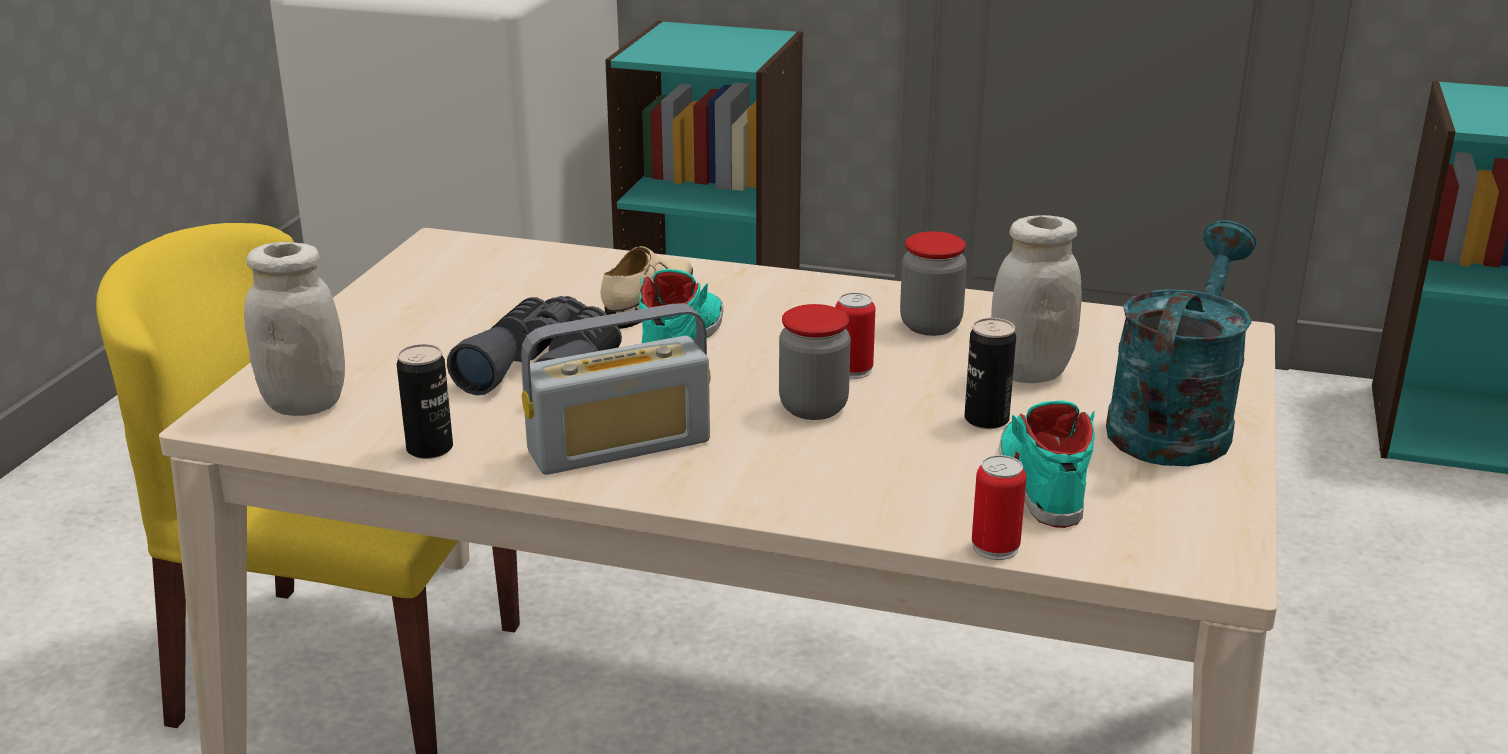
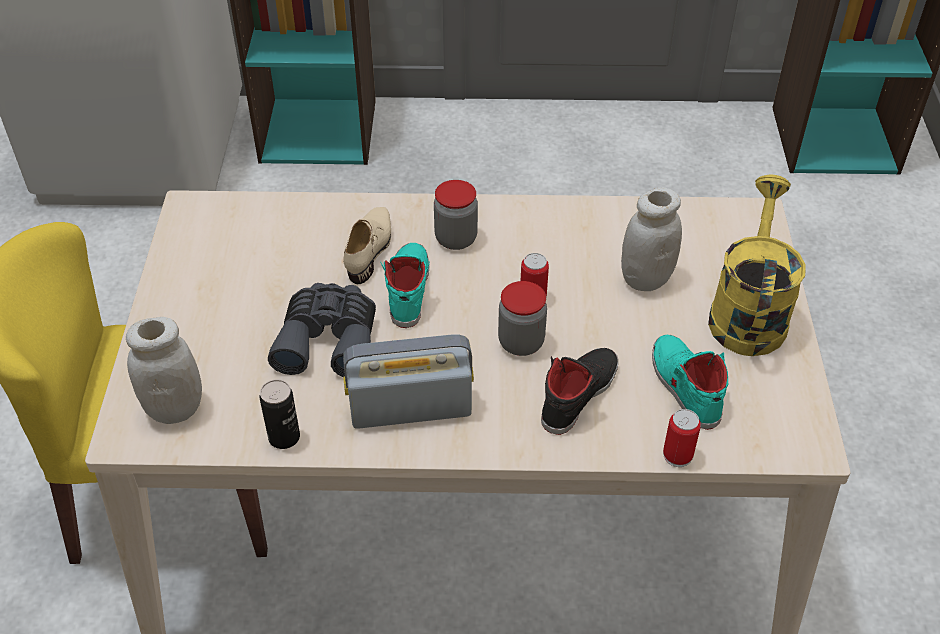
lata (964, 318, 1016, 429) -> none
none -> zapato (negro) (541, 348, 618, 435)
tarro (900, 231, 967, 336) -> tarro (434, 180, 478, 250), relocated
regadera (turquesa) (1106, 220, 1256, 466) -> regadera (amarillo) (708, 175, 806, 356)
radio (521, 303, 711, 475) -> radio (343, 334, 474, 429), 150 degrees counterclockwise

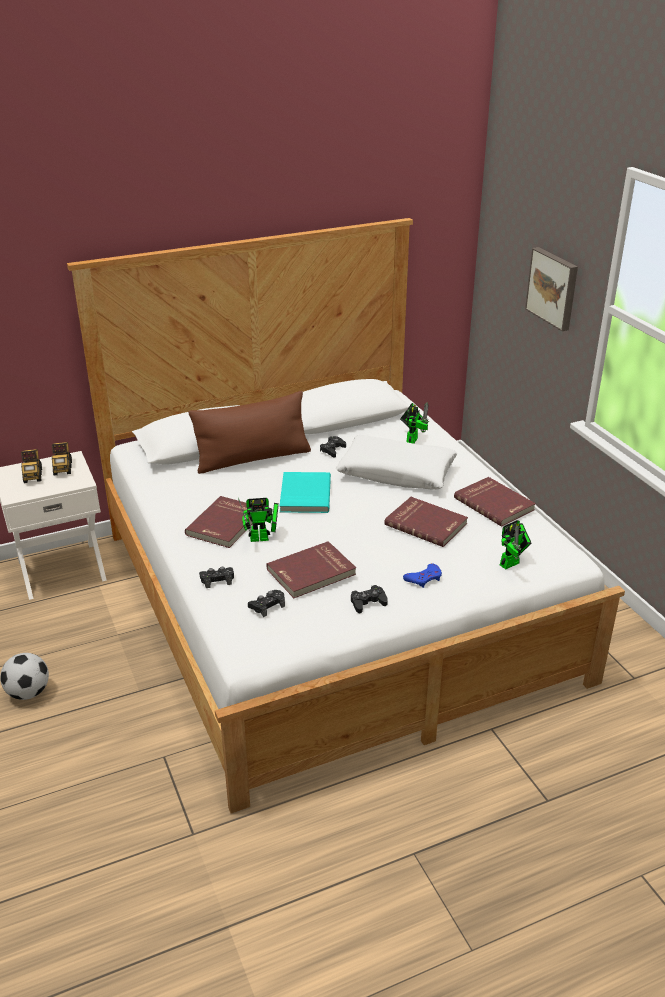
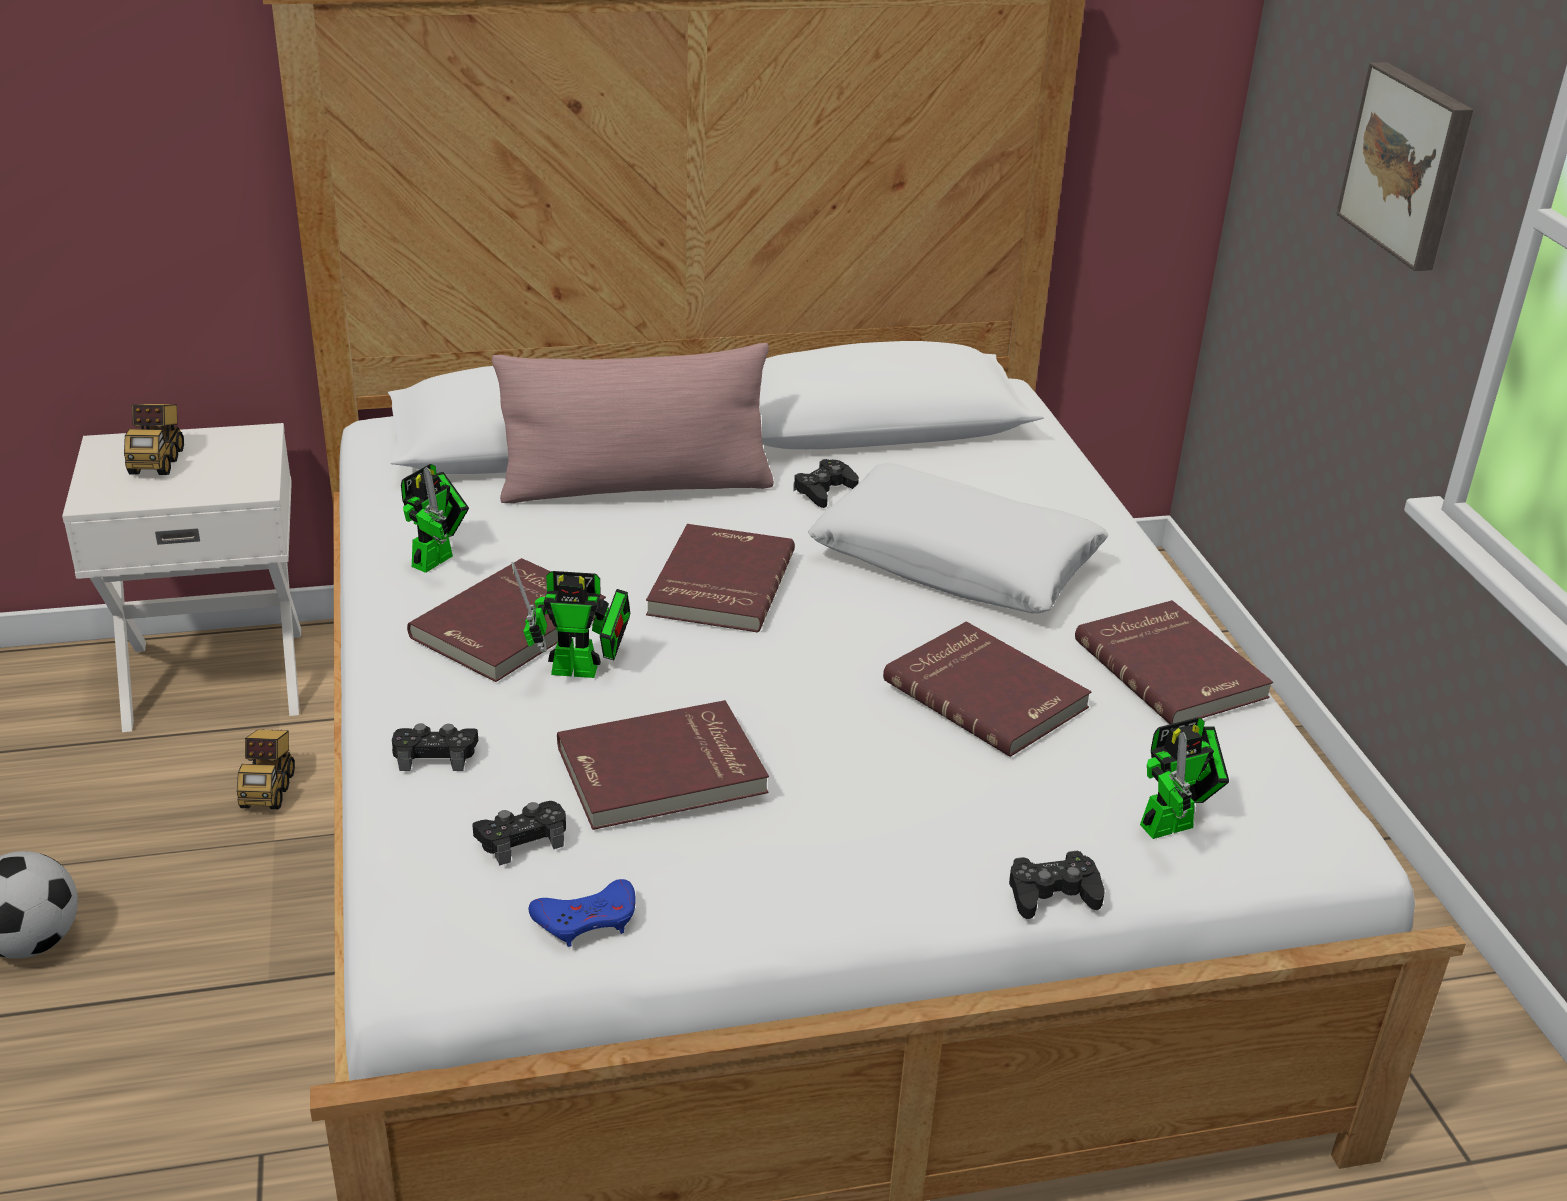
camión de juguete (52, 442, 72, 475) -> camión de juguete (237, 729, 295, 809), relocated
mando de consola (negro) (351, 585, 388, 614) -> mando de consola (negro) (1009, 851, 1104, 919), relocated
robot de juguete (400, 402, 429, 444) -> robot de juguete (401, 464, 469, 573), relocated
mando de consola (azul) (403, 563, 442, 588) -> mando de consola (azul) (529, 879, 636, 947), relocated
cojín (marrón) (188, 391, 311, 474) -> cojín (rosa) (492, 343, 774, 503)
libro (turquesa) (280, 472, 331, 513) -> libro (rojo) (646, 524, 795, 633)

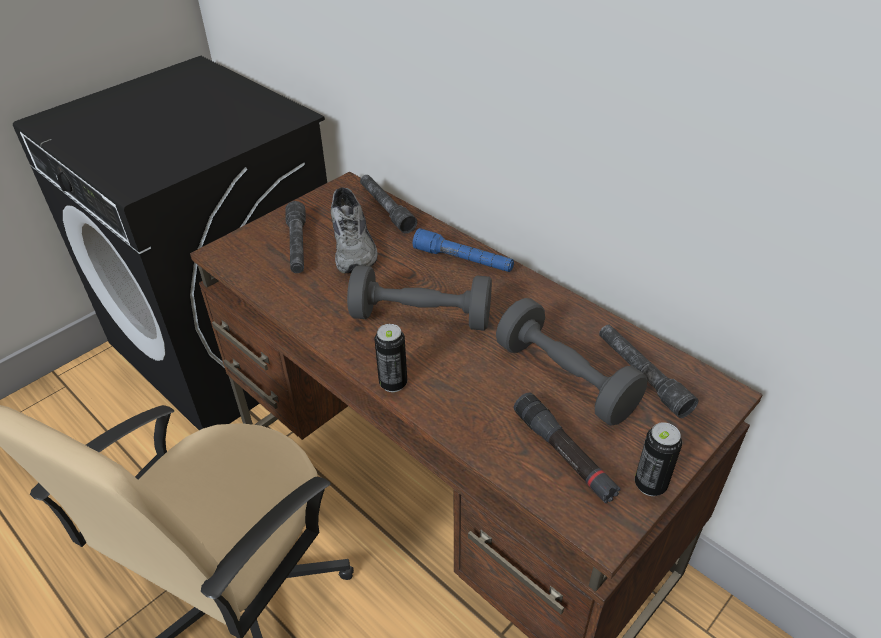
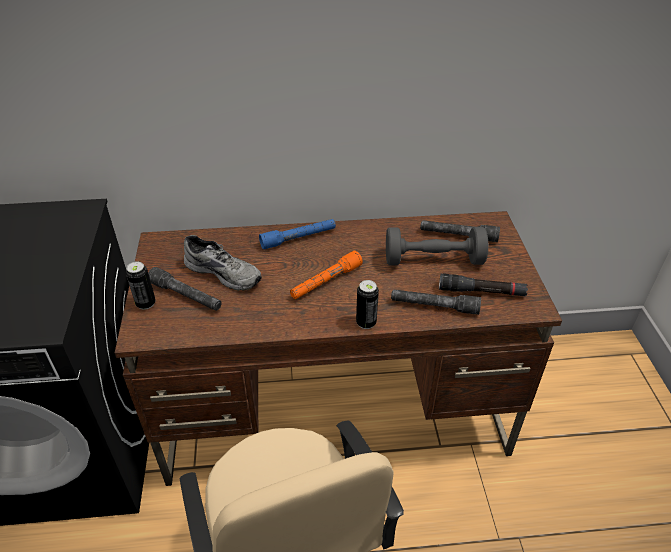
linterna (gris) (360, 175, 417, 234) -> linterna (gris) (391, 289, 481, 315), relocated
lata (635, 422, 682, 496) -> lata (126, 261, 156, 310), relocated
mancuerna (gris) (347, 265, 492, 331) -> linterna (naranja) (290, 251, 363, 299)

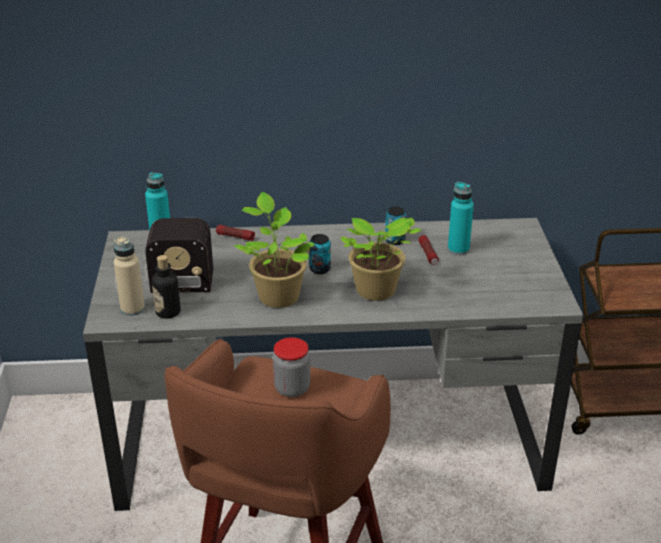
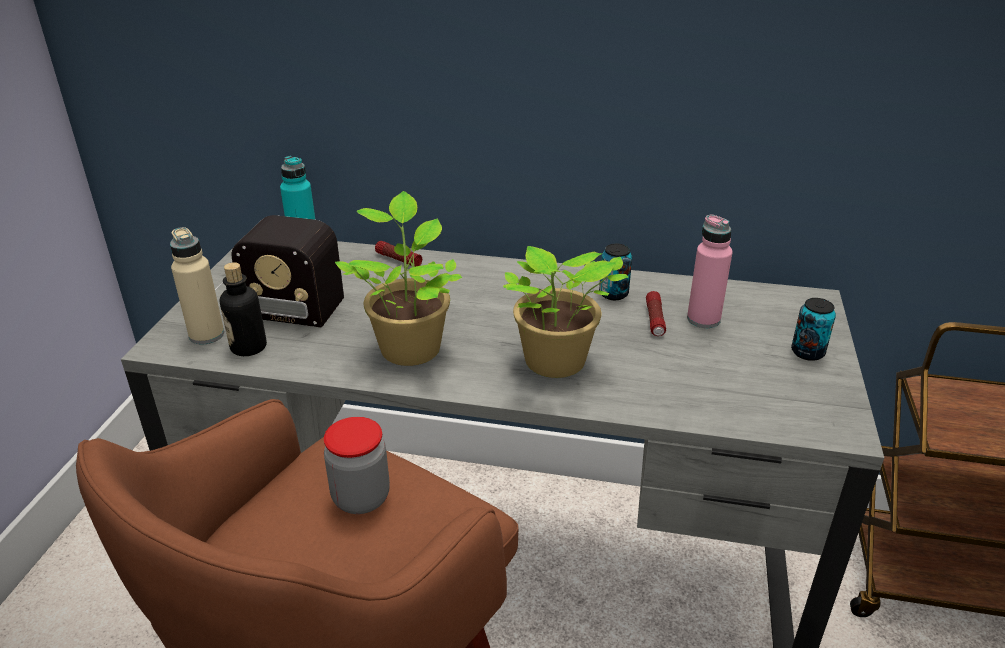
lata (309, 234, 331, 274) -> lata (791, 298, 836, 361), relocated
botella (turquesa) (448, 182, 474, 255) -> botella (rosa) (687, 214, 733, 328)

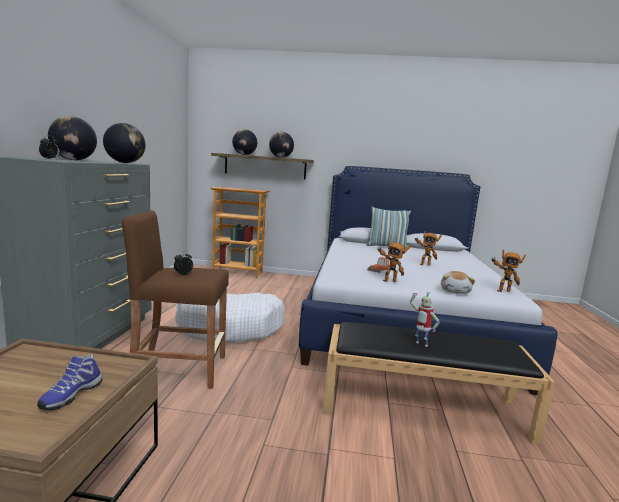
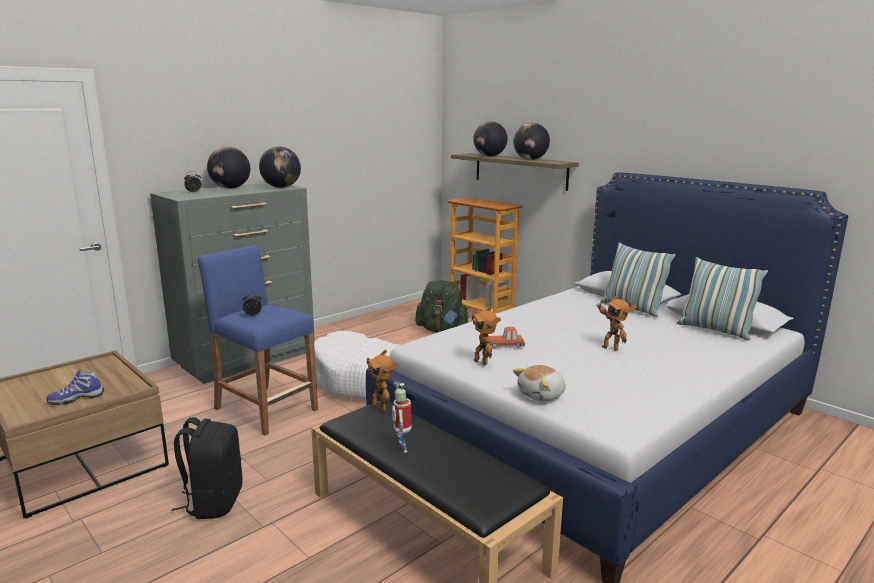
none -> mochila (negro) (172, 417, 243, 519)
none -> mochila (verde) (416, 280, 469, 333)
none -> cojín (677, 257, 768, 340)
robot de juguete (491, 250, 526, 292) -> robot de juguete (366, 350, 397, 411), relocated
taburete (marrón) (122, 210, 229, 389) -> taburete (azul) (197, 245, 318, 436)

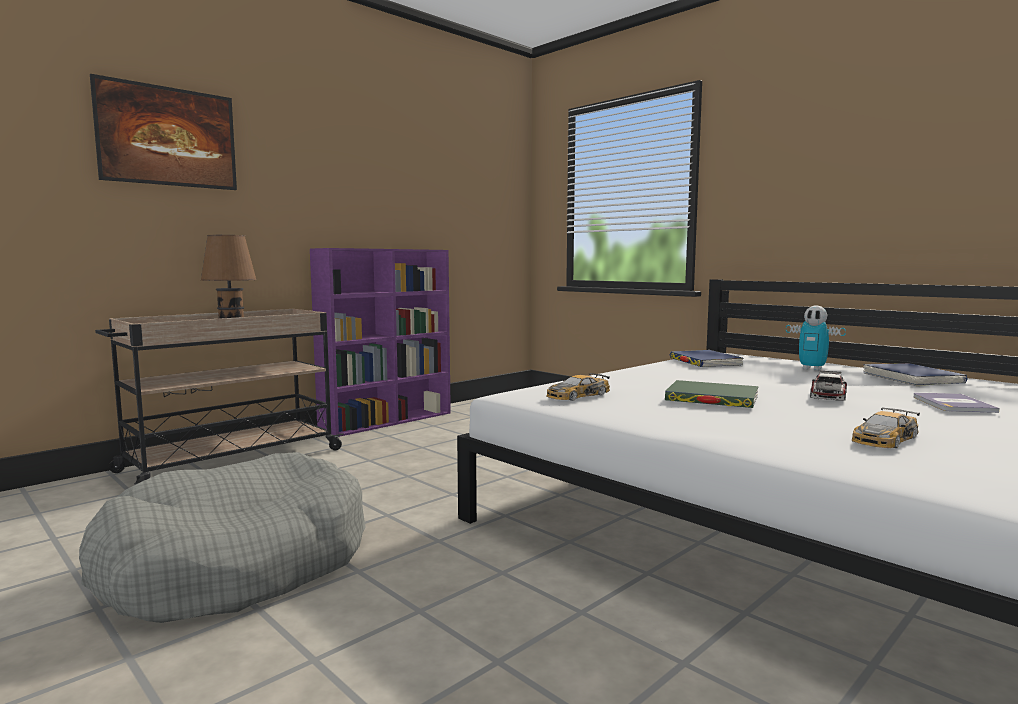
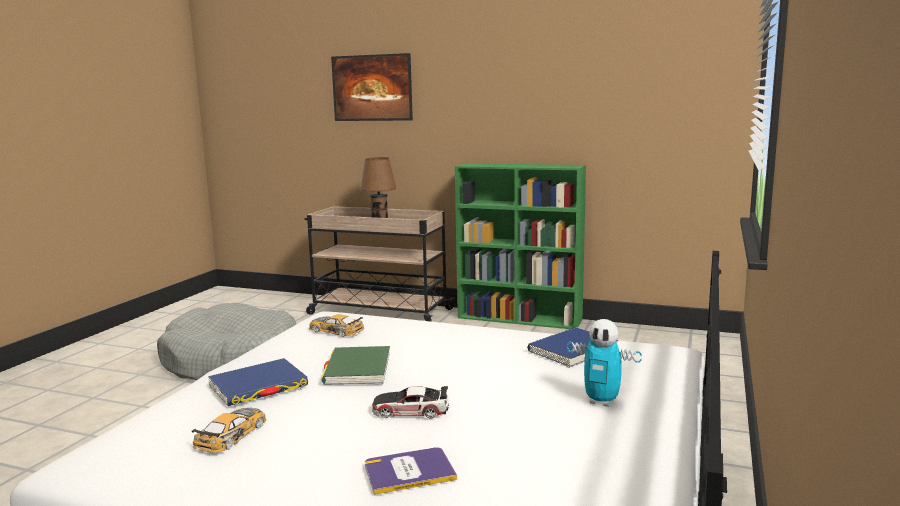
libro (azul) (863, 363, 968, 386) -> libro (azul) (208, 358, 308, 406), relocated
estantería (morado) (310, 248, 451, 437) -> estantería (verde) (455, 163, 586, 329)
robot de juguete (786, 305, 846, 371) -> robot de juguete (567, 319, 642, 407), 75 degrees counterclockwise
coche de juguete (852, 407, 920, 448) -> coche de juguete (192, 408, 266, 453), 90 degrees clockwise

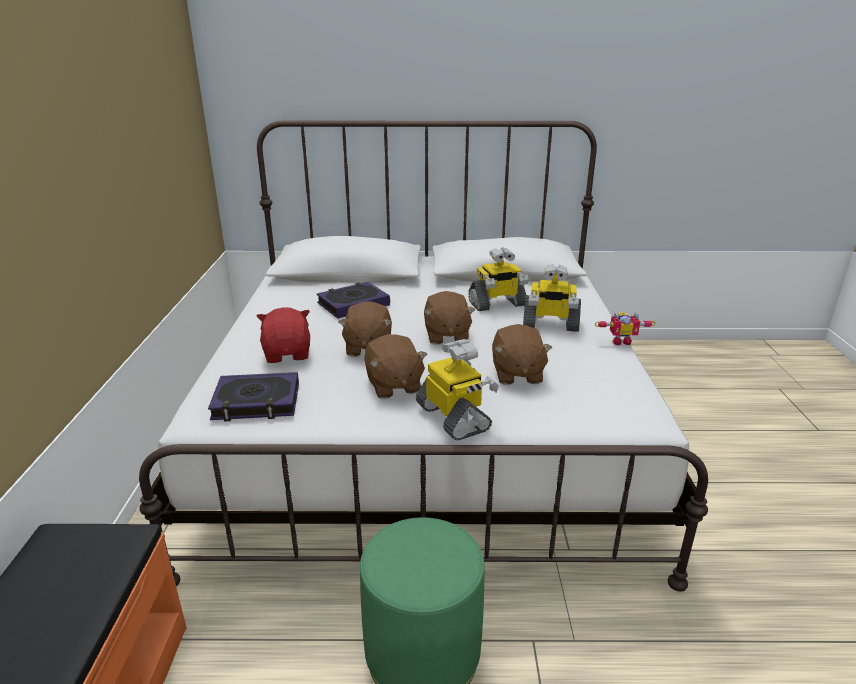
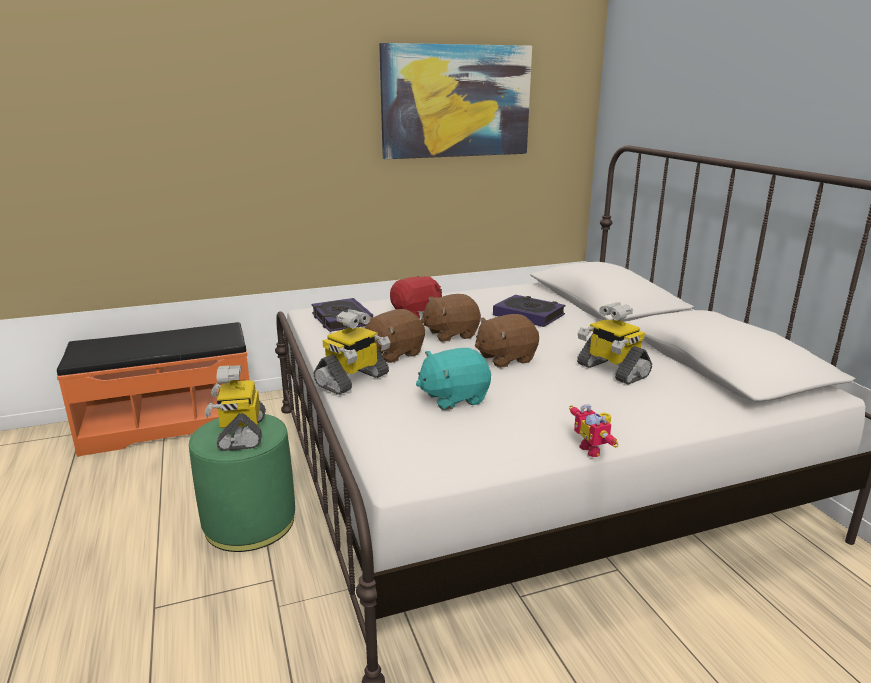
none -> cuadro (379, 43, 532, 159)
robot de juguete (523, 264, 581, 332) -> robot de juguete (204, 365, 266, 451), relocated
peluche (marrón) (492, 324, 552, 385) -> peluche (turquesa) (416, 348, 491, 410)

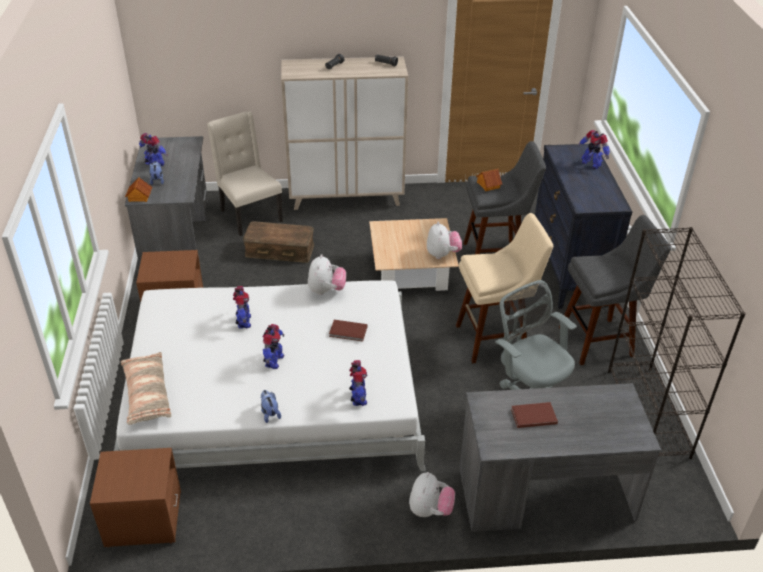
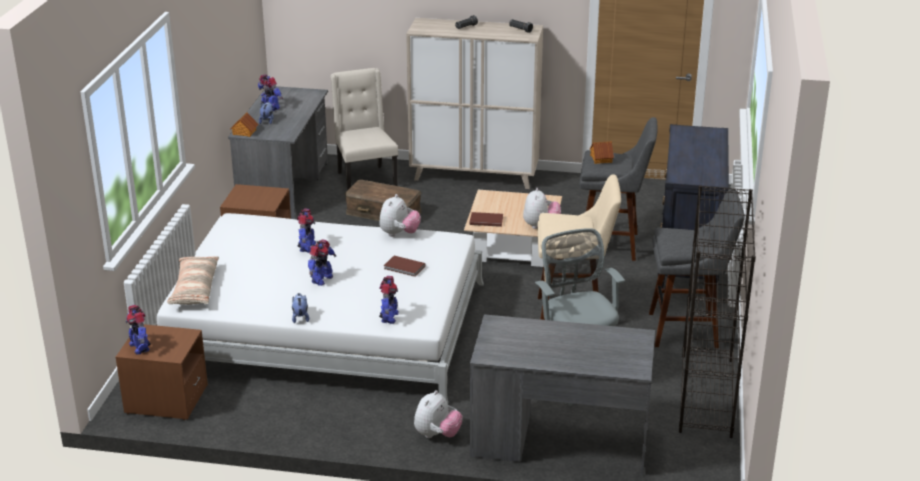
libro (marrón) (511, 402, 558, 428) -> libro (marrón) (469, 212, 503, 227), relocated
robot de juguete (577, 130, 610, 169) -> robot de juguete (126, 305, 151, 355), relocated

